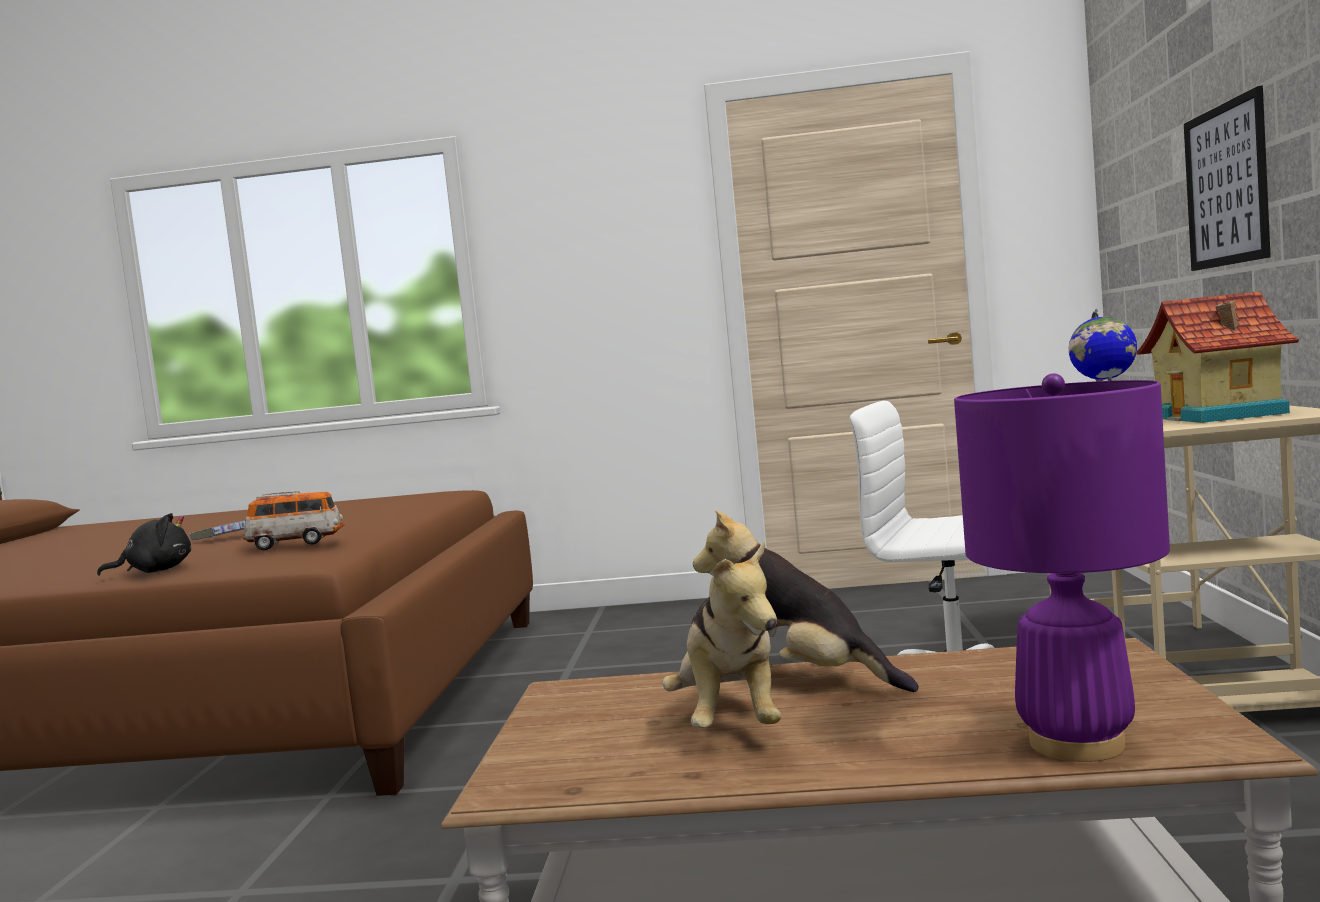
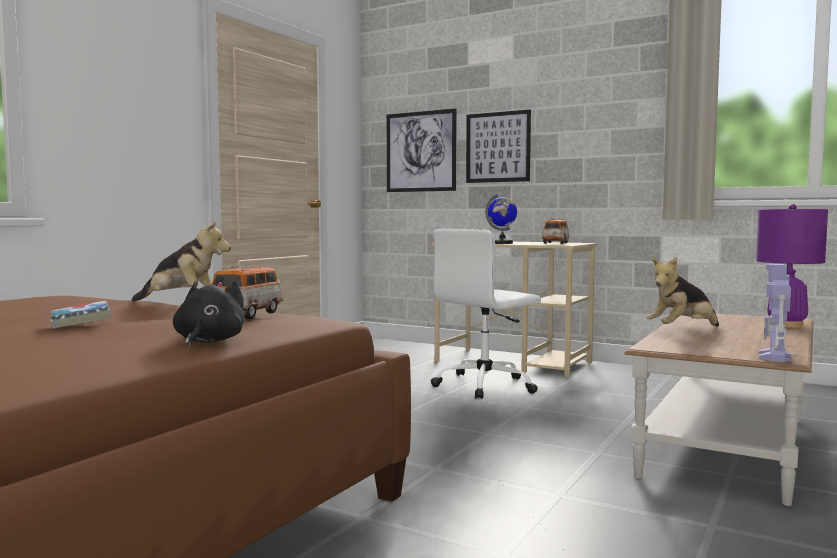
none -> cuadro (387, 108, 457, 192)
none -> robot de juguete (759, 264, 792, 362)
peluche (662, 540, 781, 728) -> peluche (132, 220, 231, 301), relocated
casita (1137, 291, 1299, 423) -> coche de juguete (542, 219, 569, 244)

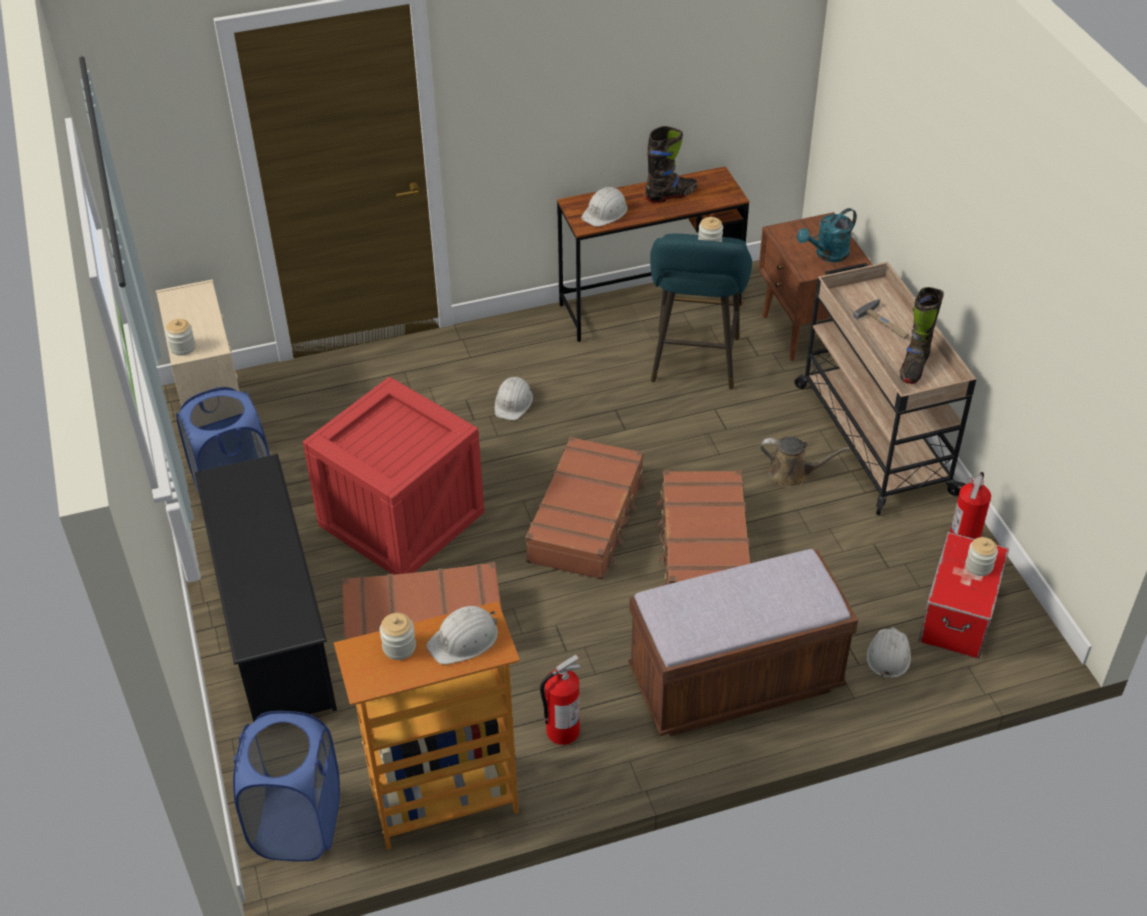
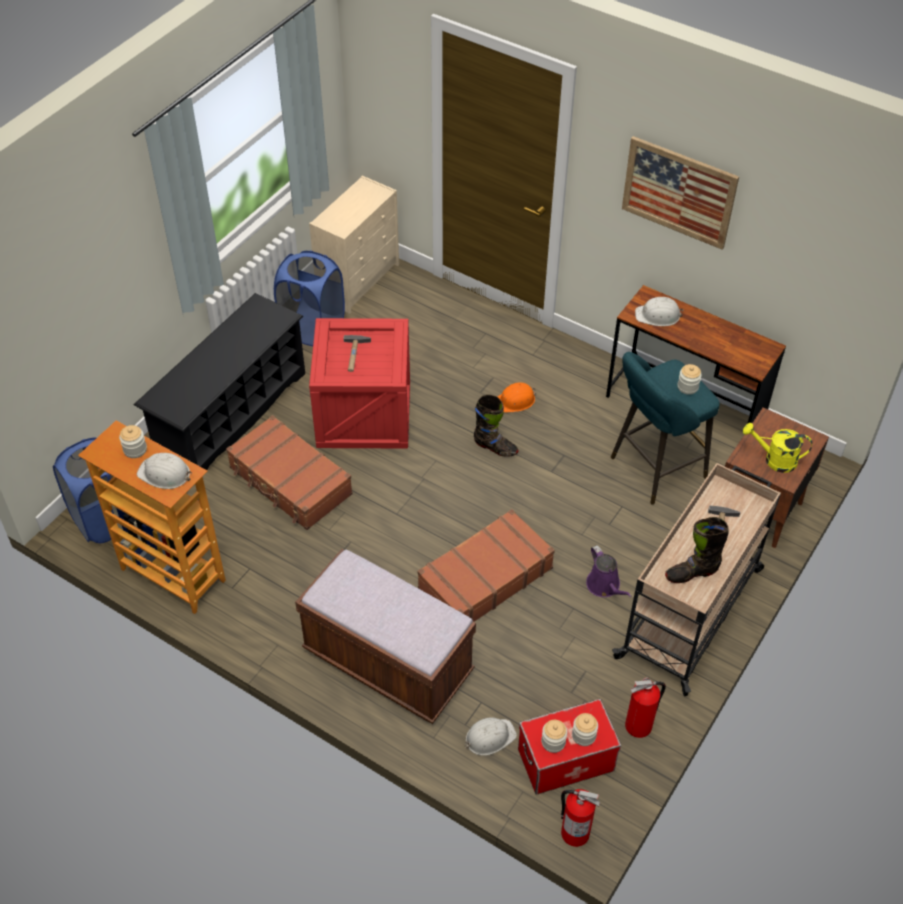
maleta (marrón) (525, 436, 646, 580) -> none
none -> martillo (344, 335, 371, 372)
none -> cuadro (622, 136, 739, 250)
tarro (165, 319, 196, 356) -> tarro (541, 720, 567, 753), relocated
extintor (540, 655, 581, 745) -> extintor (561, 789, 600, 847), relocated
bota (negro) (645, 126, 697, 203) -> bota (negro) (474, 394, 519, 457), relocated
casco (blanco) (495, 377, 533, 420) -> casco (naranja) (498, 382, 536, 413)
regadera (marrón) (760, 437, 850, 488) -> regadera (morado) (586, 545, 632, 597)
regadera (turquesa) (797, 208, 857, 262) -> regadera (amarillo) (743, 423, 812, 473)

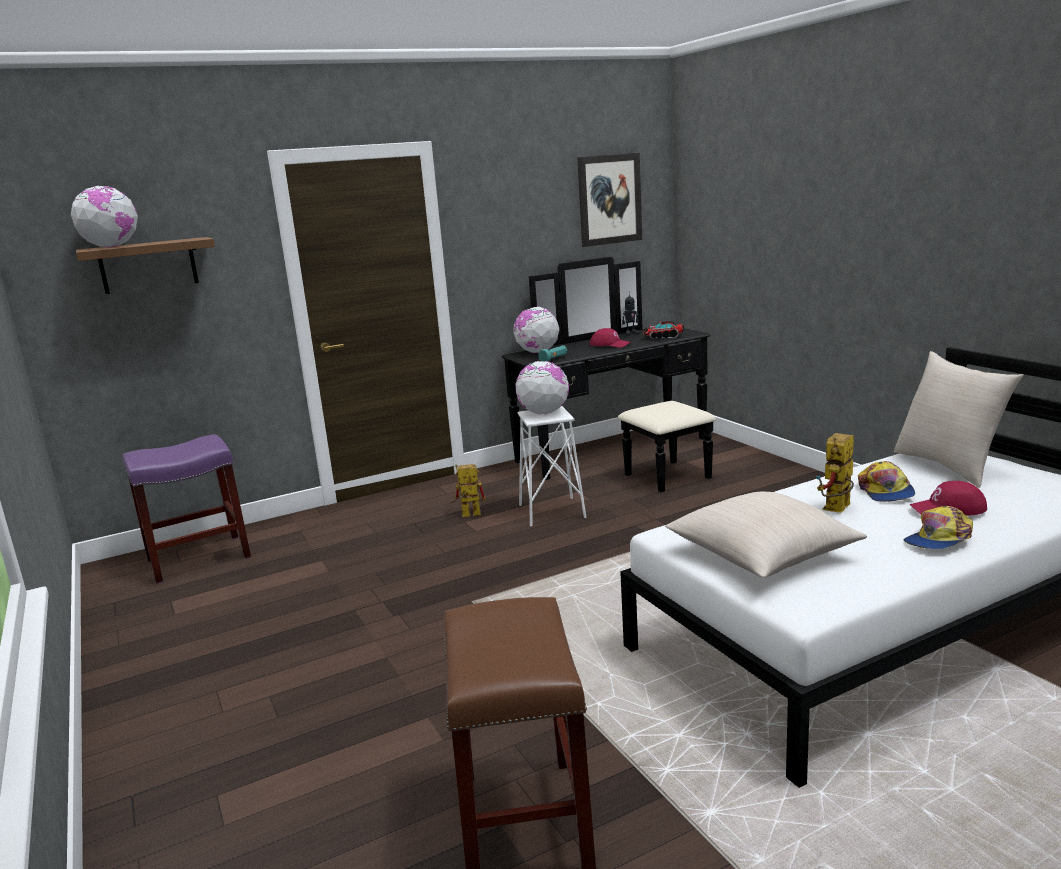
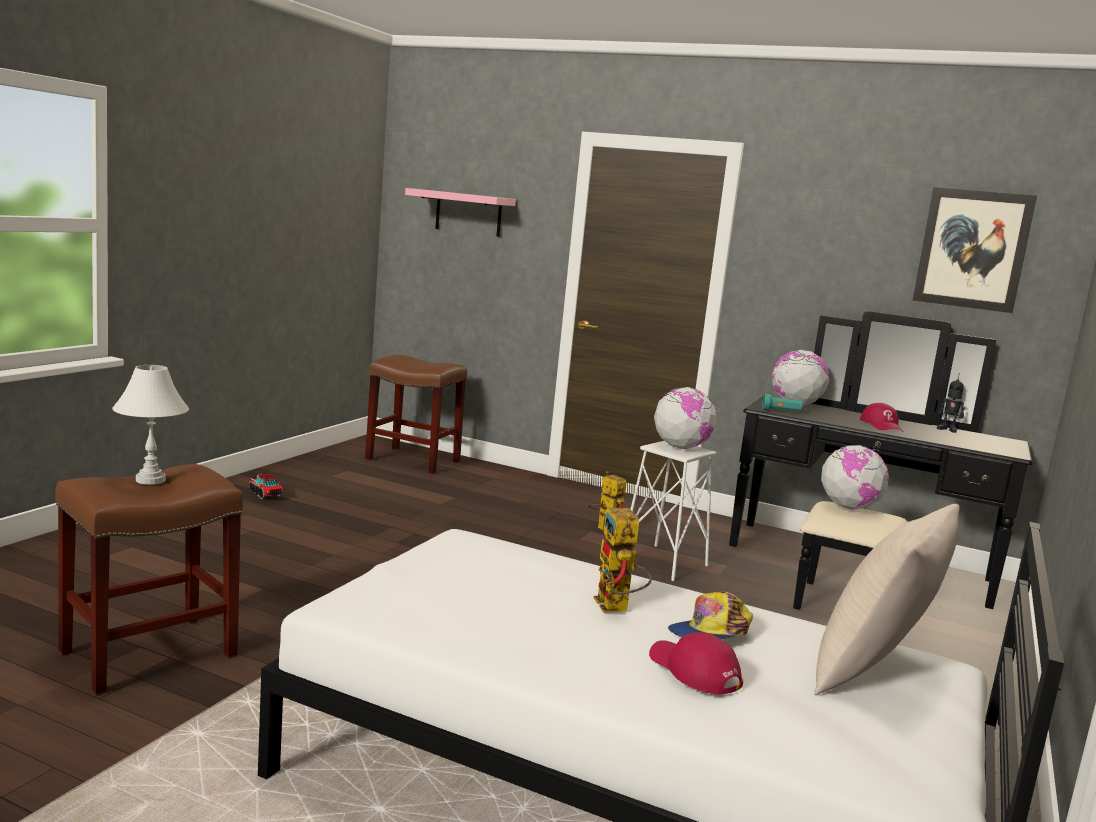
cojín (beis) (665, 492, 867, 578) -> none
gorra (904, 506, 973, 549) -> none
none -> lámpara de mesa (blanco) (112, 365, 189, 485)
globo terráqueo (71, 186, 138, 247) -> globo terráqueo (821, 445, 889, 509), relocated
camión de juguete (642, 321, 684, 339) -> camión de juguete (249, 474, 283, 499), relocated
estante (marrón) (76, 237, 215, 294) -> estante (rosa) (405, 188, 516, 237)
taburete (morado) (123, 435, 251, 584) -> taburete (marrón) (365, 355, 467, 475)
robot de juguete (816, 433, 854, 513) -> robot de juguete (594, 508, 652, 613), 105 degrees counterclockwise

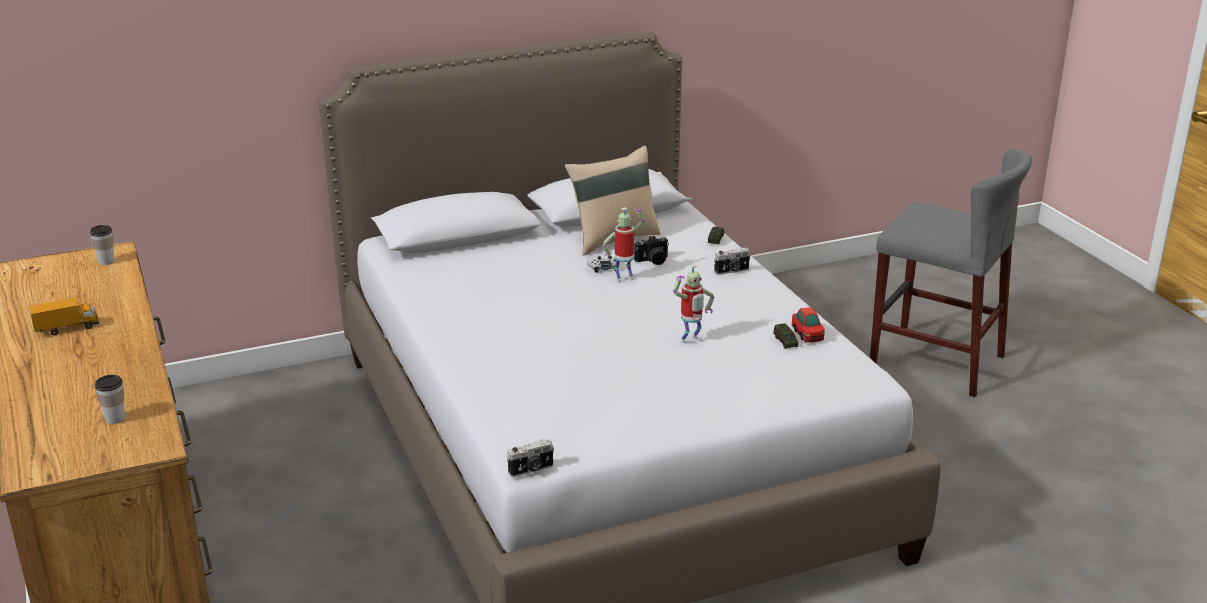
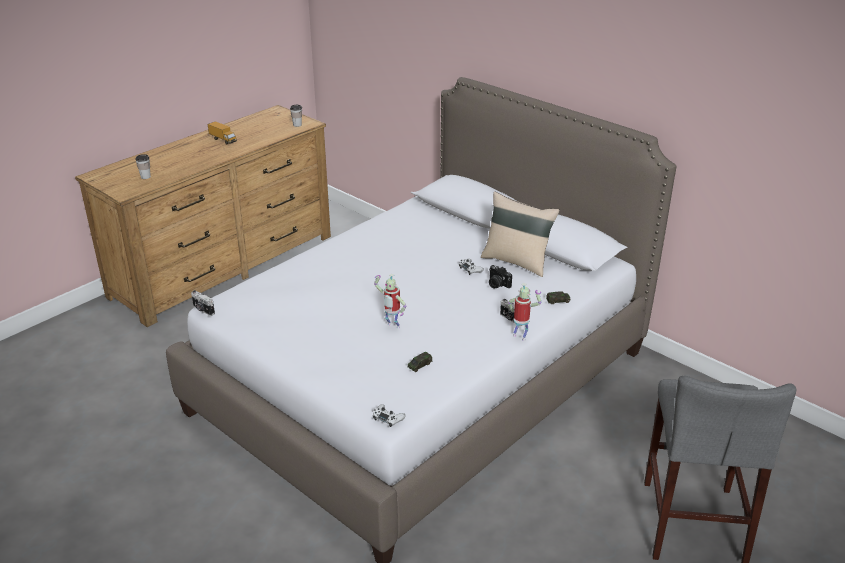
coche de juguete (792, 307, 825, 343) -> none
none -> mando de consola (blanco) (373, 404, 406, 427)
robot de juguete (602, 207, 645, 283) -> robot de juguete (508, 283, 542, 341), relocated

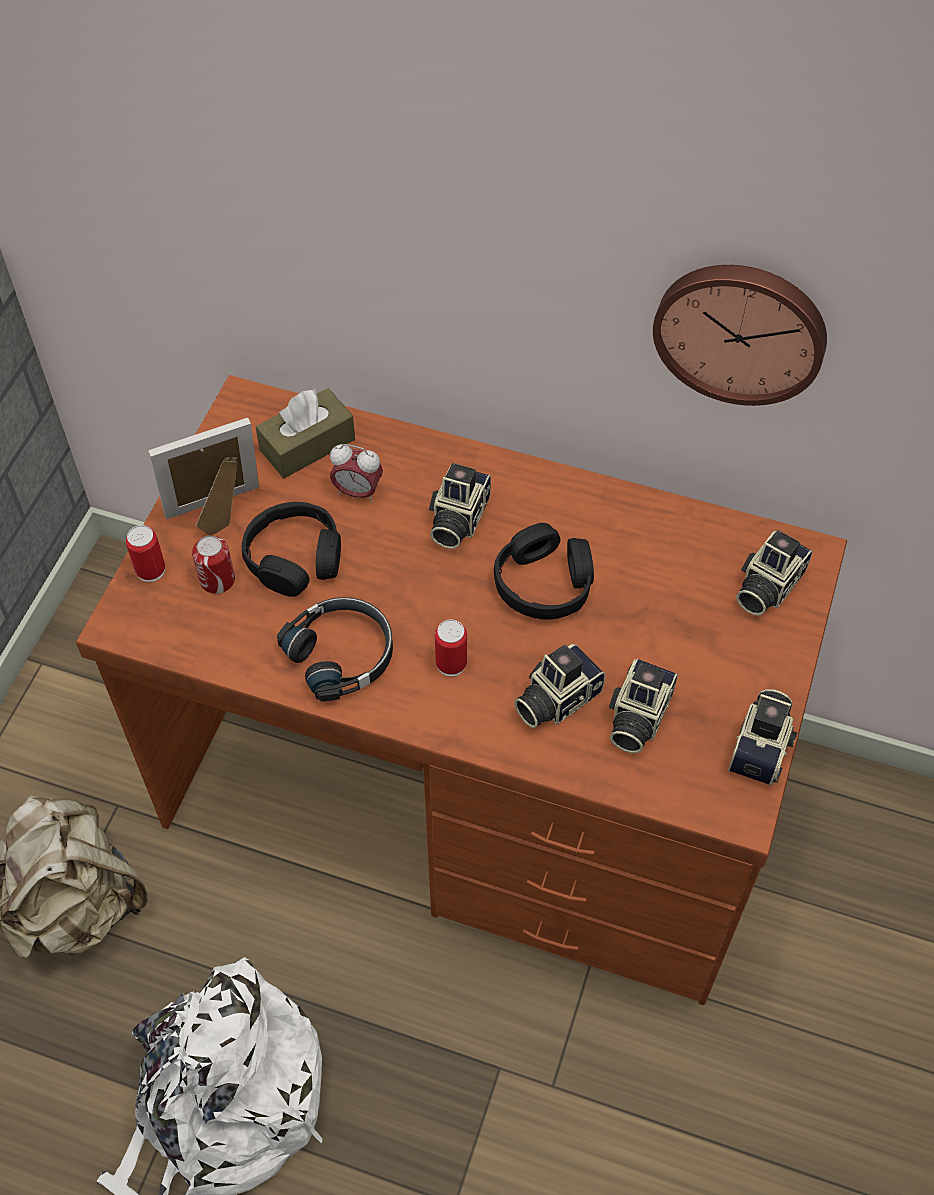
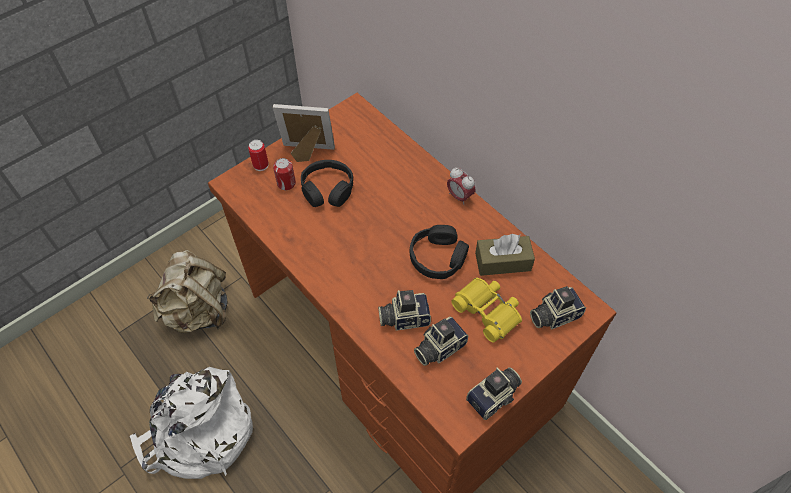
auriculares (negro) (277, 597, 393, 701) -> none
cámara (429, 463, 491, 549) -> none
lata (435, 619, 467, 676) -> none
reloj de pared (653, 265, 827, 406) -> none
none -> prismáticos (amarillo) (451, 278, 522, 343)
caja de pañuelos (marrón) (256, 388, 355, 478) -> caja de pañuelos (marrón) (475, 234, 535, 276), relocated
despertador (330, 444, 383, 502) -> despertador (447, 168, 476, 205), relocated

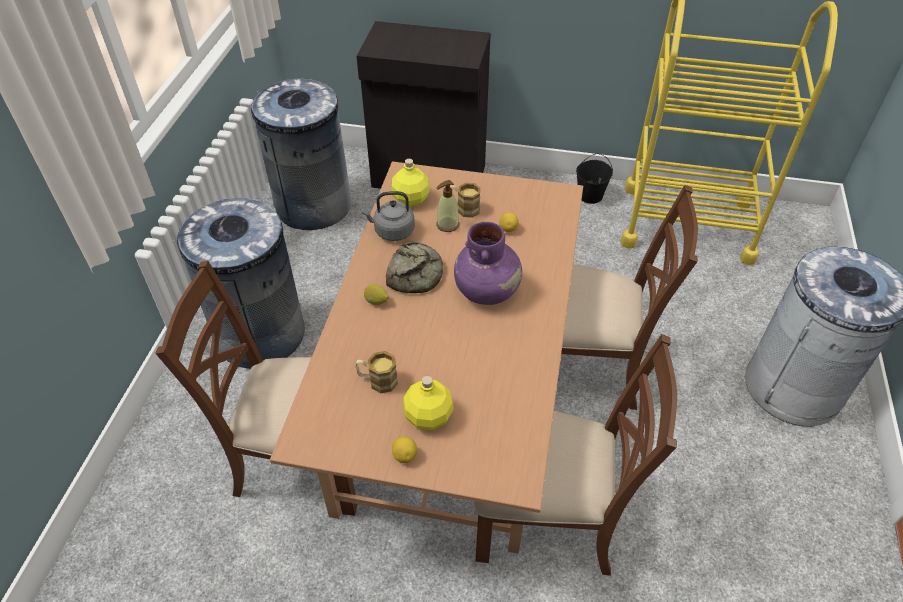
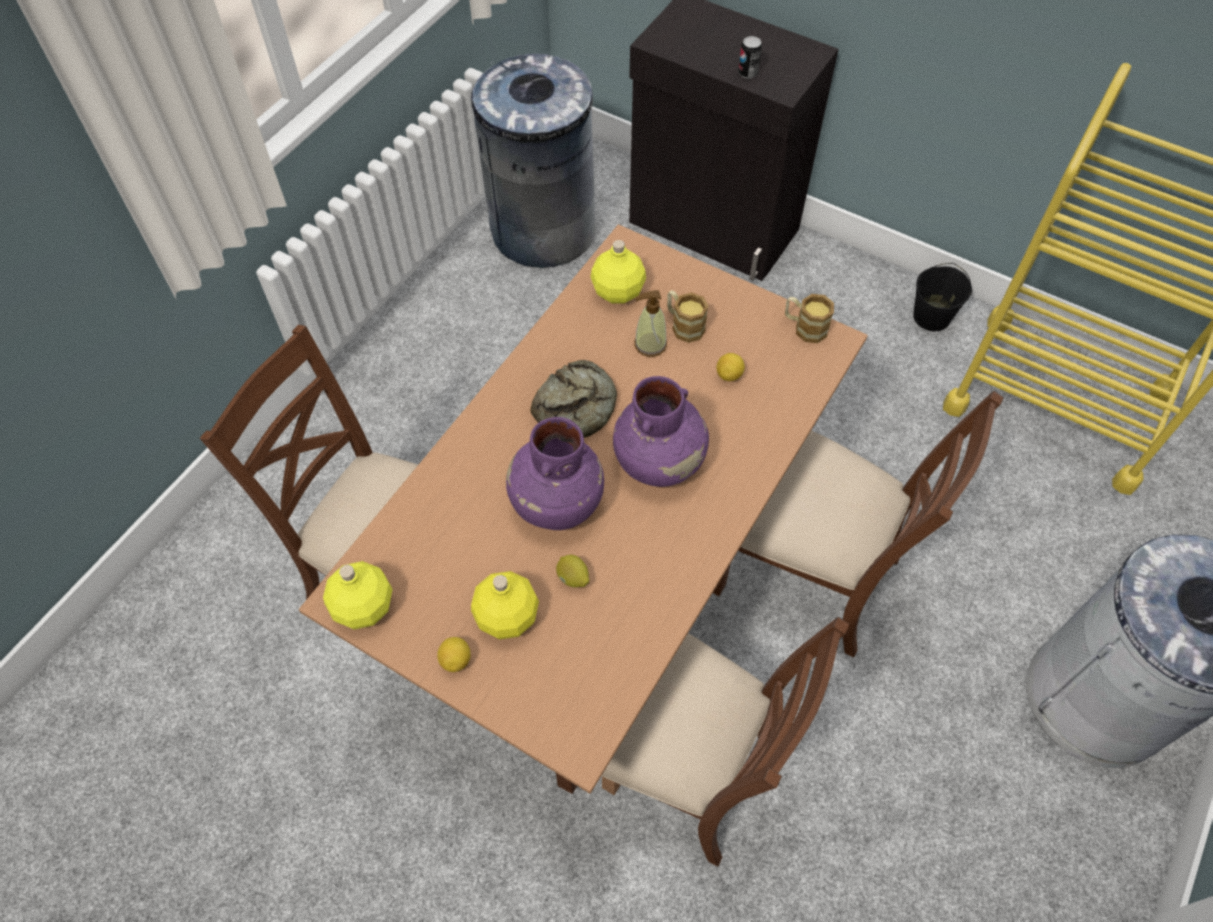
papelera (gris) (173, 198, 305, 369) -> none
hervidor (gris) (361, 191, 415, 241) -> none
none -> botella (amarillo) (323, 561, 393, 630)
none -> florero (morado) (506, 417, 604, 530)
none -> lata (738, 36, 762, 79)
taza grande (355, 351, 398, 393) -> taza grande (785, 294, 834, 343), relocated
limón (364, 284, 389, 305) -> limón (556, 555, 589, 587), relocated

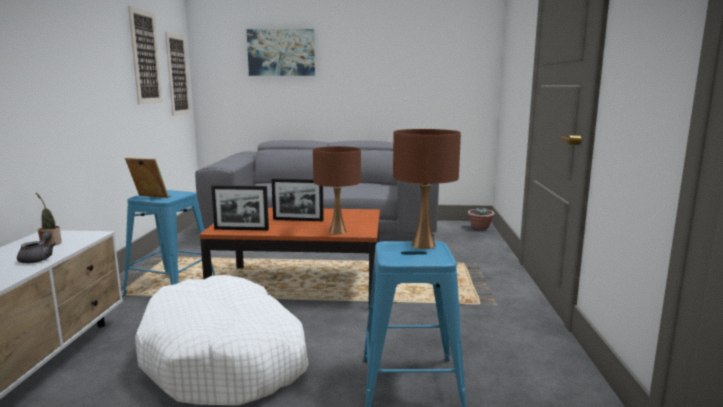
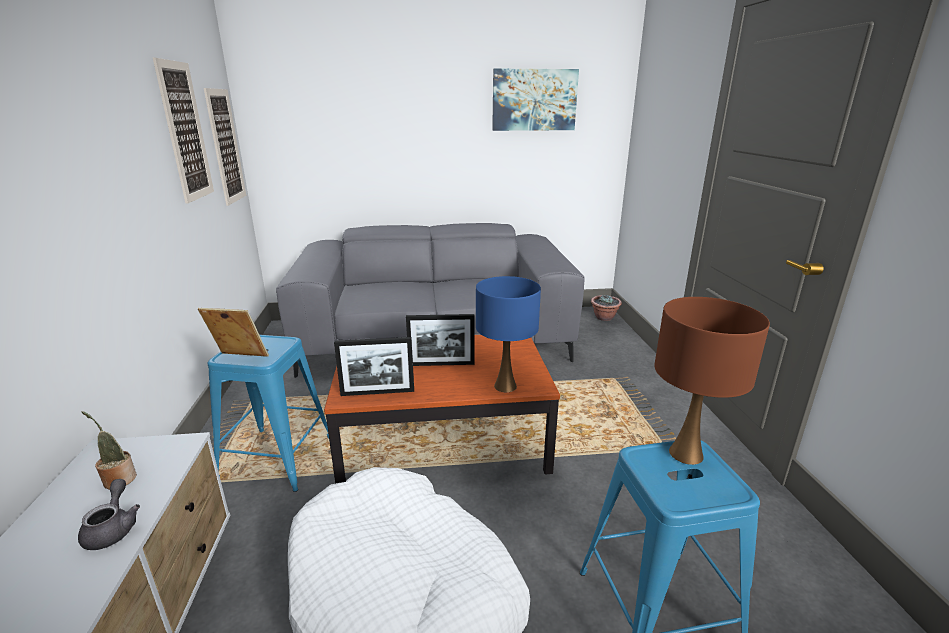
cuadro (247, 29, 315, 76) -> cuadro (492, 69, 579, 131), relocated
lámpara de mesa (marrón) (313, 146, 361, 234) -> lámpara de mesa (azul) (476, 276, 541, 392)

